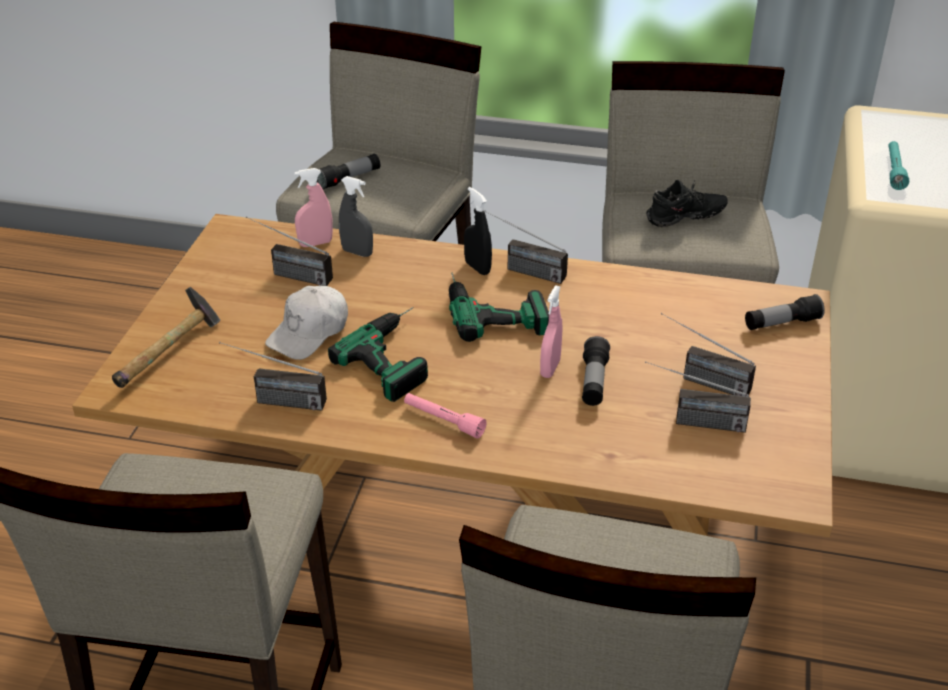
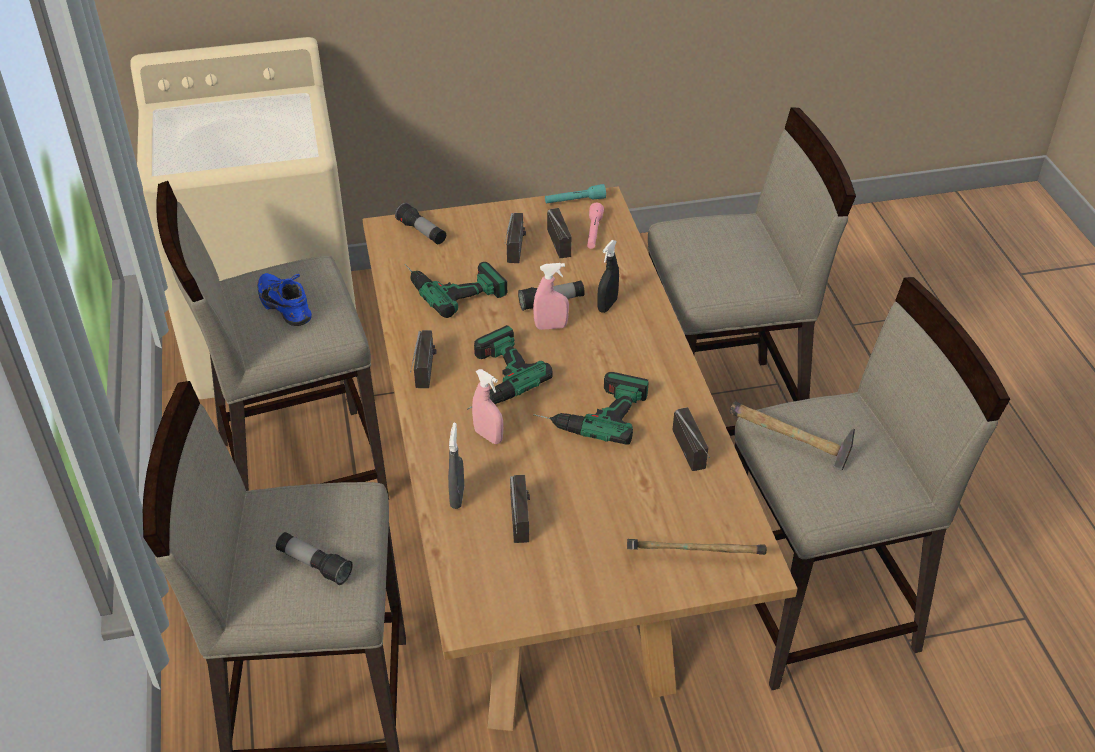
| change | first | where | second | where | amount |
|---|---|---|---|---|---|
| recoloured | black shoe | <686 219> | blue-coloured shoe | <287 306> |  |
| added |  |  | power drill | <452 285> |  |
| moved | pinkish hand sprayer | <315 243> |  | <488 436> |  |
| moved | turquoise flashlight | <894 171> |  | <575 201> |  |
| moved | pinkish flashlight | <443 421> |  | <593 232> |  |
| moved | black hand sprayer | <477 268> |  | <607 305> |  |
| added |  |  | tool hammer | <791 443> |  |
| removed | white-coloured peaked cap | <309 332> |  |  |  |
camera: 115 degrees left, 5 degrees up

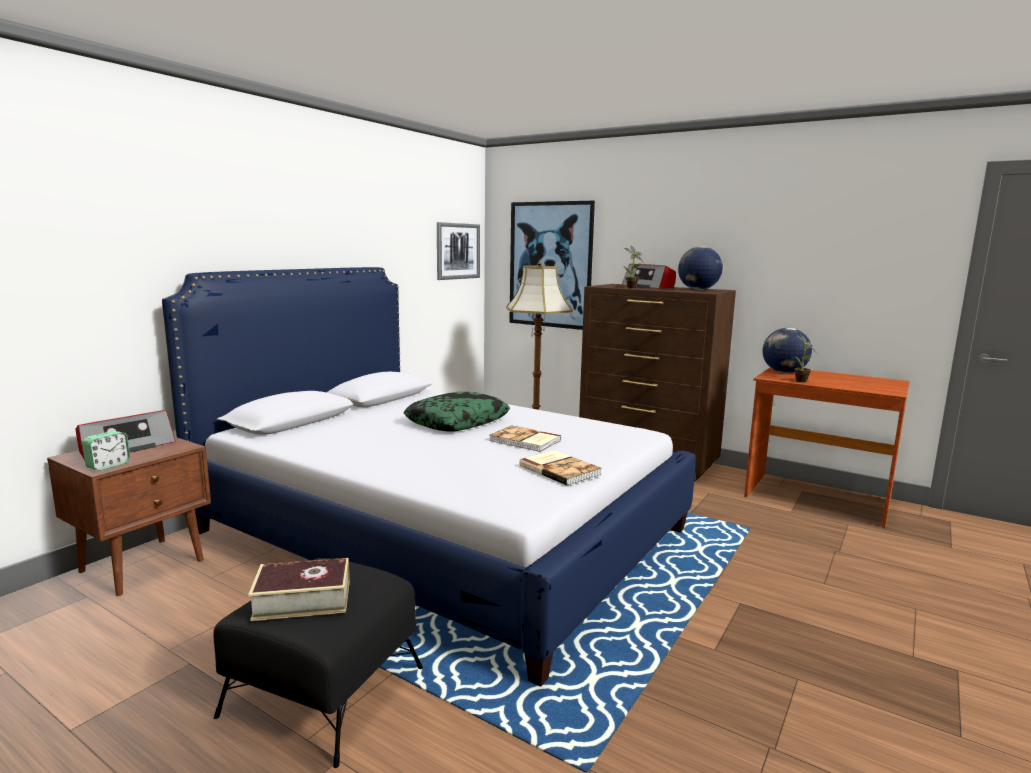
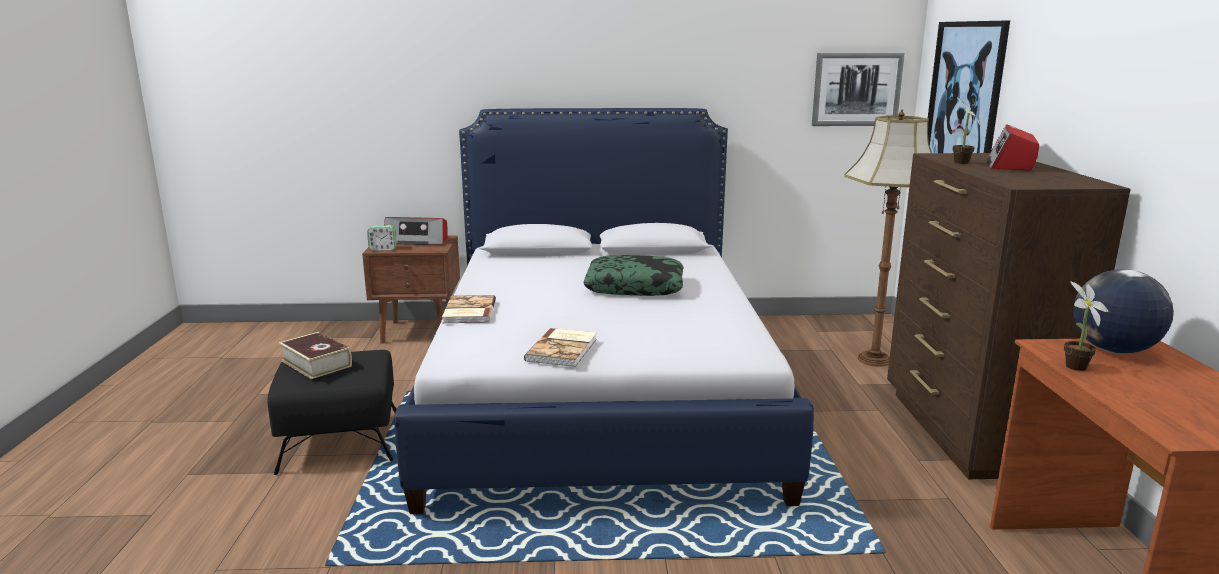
| change | first | where | second | where | amount |
|---|---|---|---|---|---|
| moved | volume | <525 441> |  | <468 312> |  |
| removed | world globe | <698 290> |  |  |  |
camera: 55 degrees right, 5 degrees up

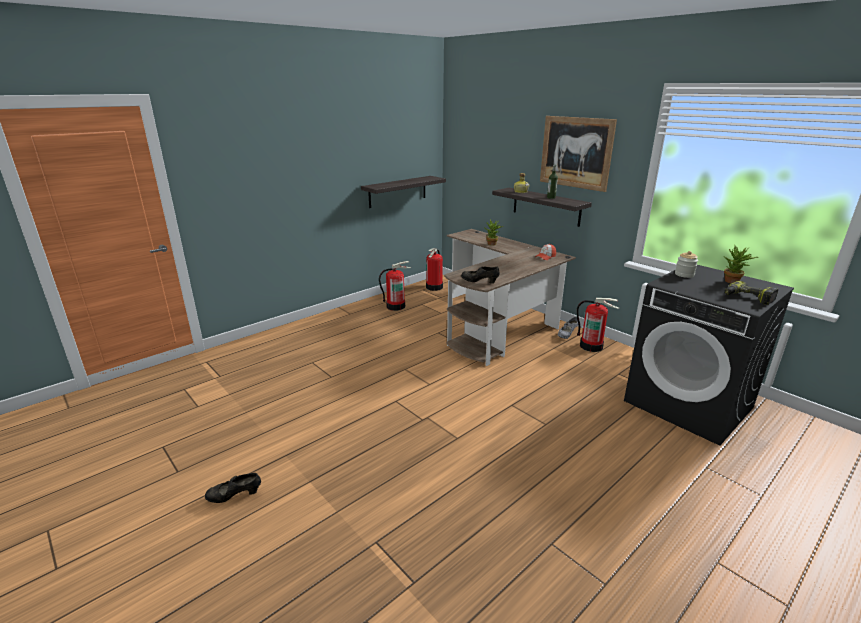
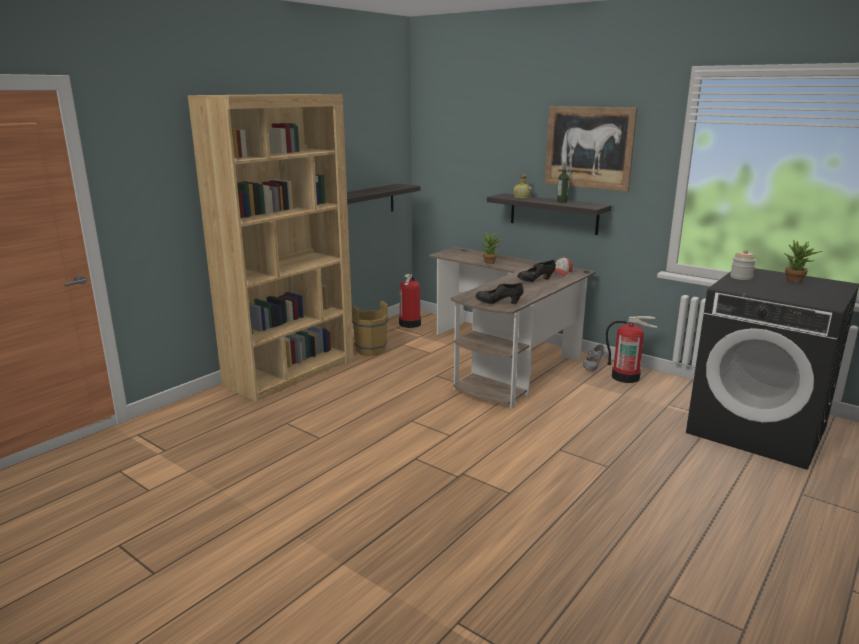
| change | first | where | second | where | amount |
|---|---|---|---|---|---|
| added |  |  | brown-coloured bookshelf | <291 372> |  |
| replaced | extinguisher | <396 306> | brown-coloured pail | <370 349> |  |
| moved | black shoe | <235 496> |  | <535 281> |  |
| removed | power drill | <747 298> |  |  |  |
camera: 10 degrees left, 5 degrees down

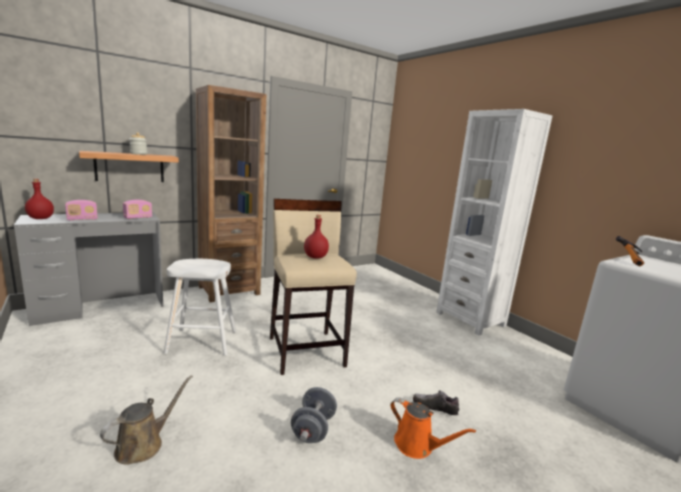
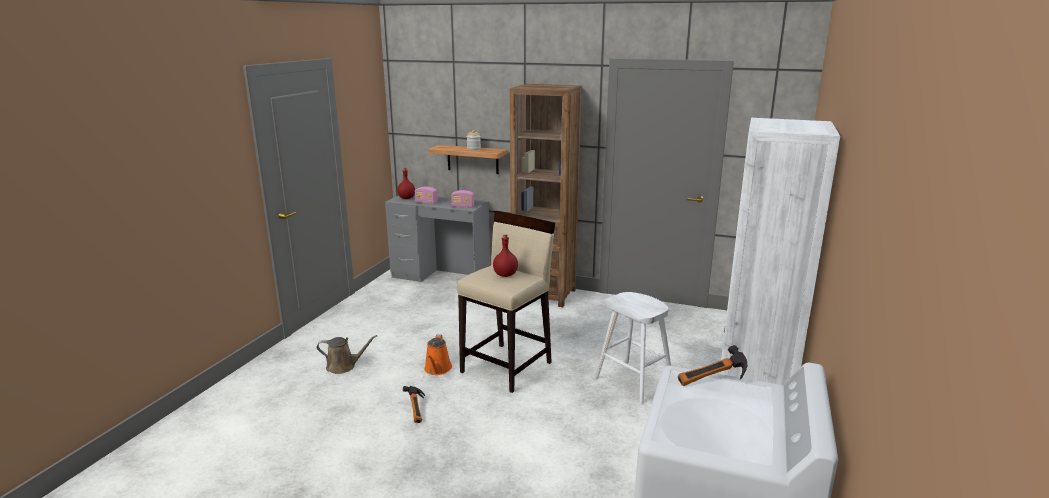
| change | first | where | second | where | amount |
|---|---|---|---|---|---|
| replaced | greyish hand weight | <313 429> | tool hammer | <418 410> |  |
| moved | orange-coloured sprinkling can | <417 445> |  | <437 369> |  |
| moved | white-coloured sitting stool | <201 342> |  | <633 381> |  |
| removed | shoe | <434 407> |  |  |  |
camera: 55 degrees right, 5 degrees up

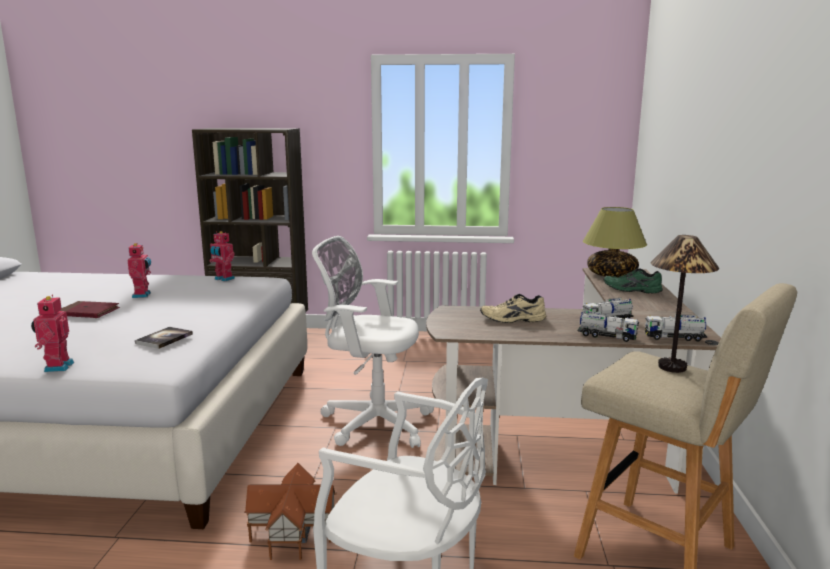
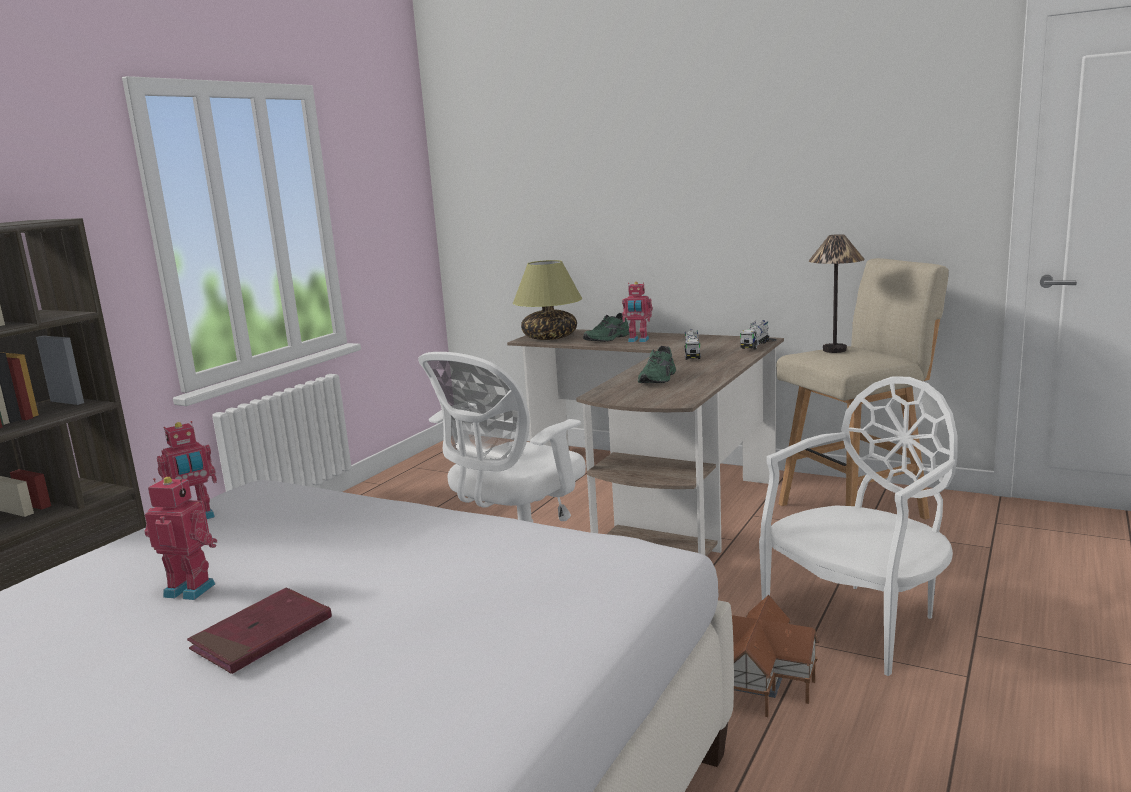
| change | first | where | second | where | amount |
|---|---|---|---|---|---|
| moved | toy robot | <57 367> |  | <638 340> |  |
| recoloured | beige-coloured shoe | <513 319> | green shoe | <659 378> |  |
| removed | volume | <164 339> |  |  |  |
| removed | toy lorry | <607 336> |  |  |  |
camera: 65 degrees left, 0 degrees up

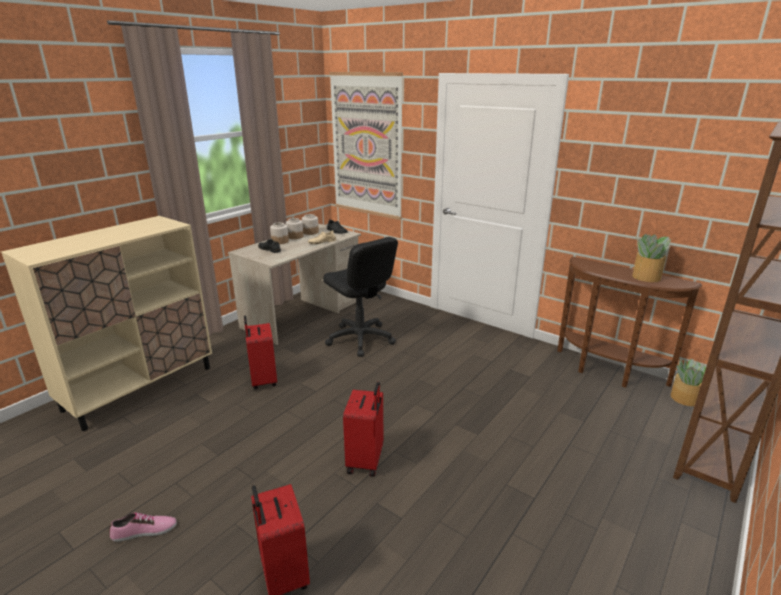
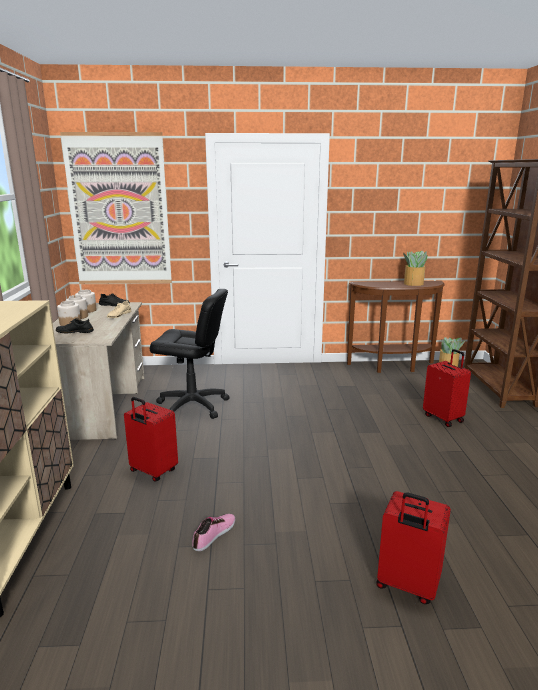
| change | first | where | second | where | amount |
|---|---|---|---|---|---|
| moved | shoe | <144 531> |  | <214 534> |  |
| moved | red piece of luggage | <366 461> |  | <443 418> |  |
camera: 40 degrees left, 5 degrees down

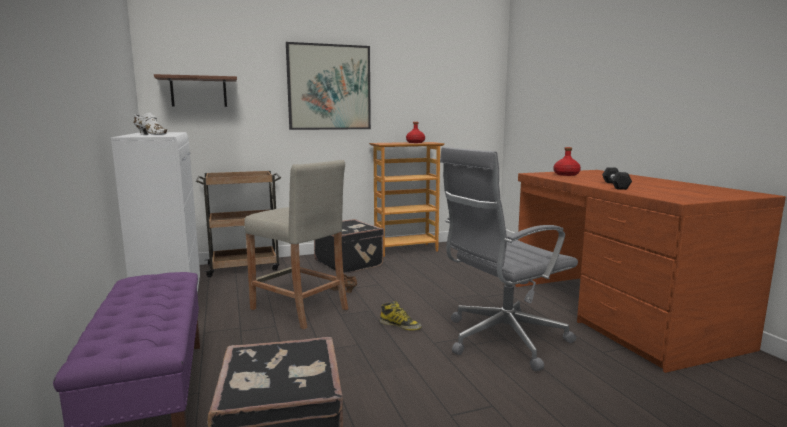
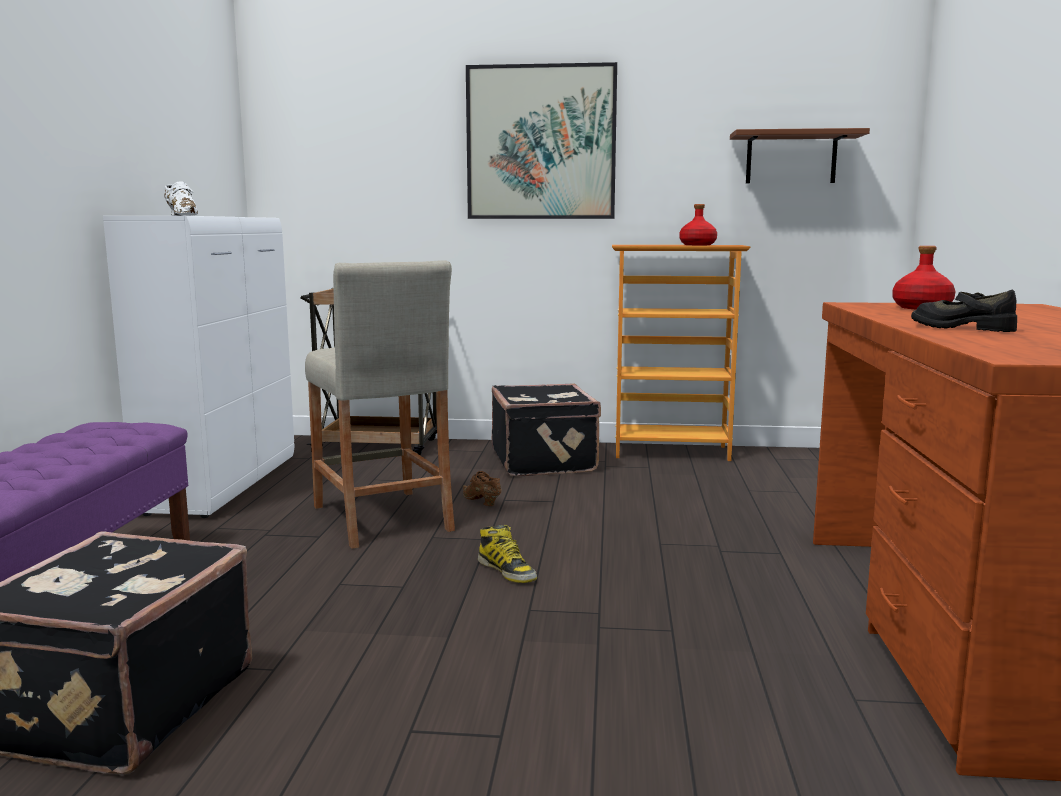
| change | first | where | second | where | amount |
|---|---|---|---|---|---|
| moved | brown-coloured shelf | <198 92> |  | <791 158> |  |
| replaced | black hand weight | <615 185> | black shoe | <962 327> |  |
| removed | greyish office chair | <501 339> |  |  |  |
camera: 25 degrees right, 0 degrees up

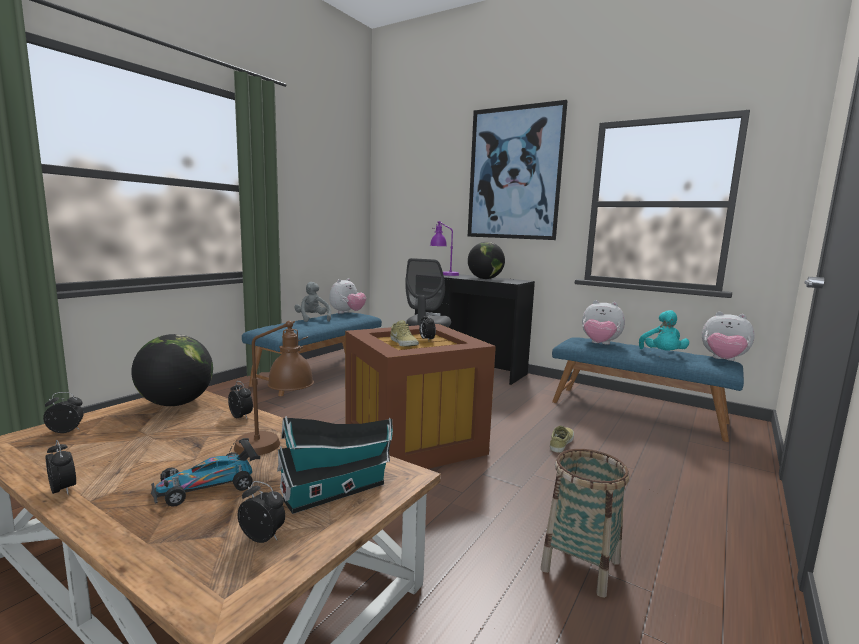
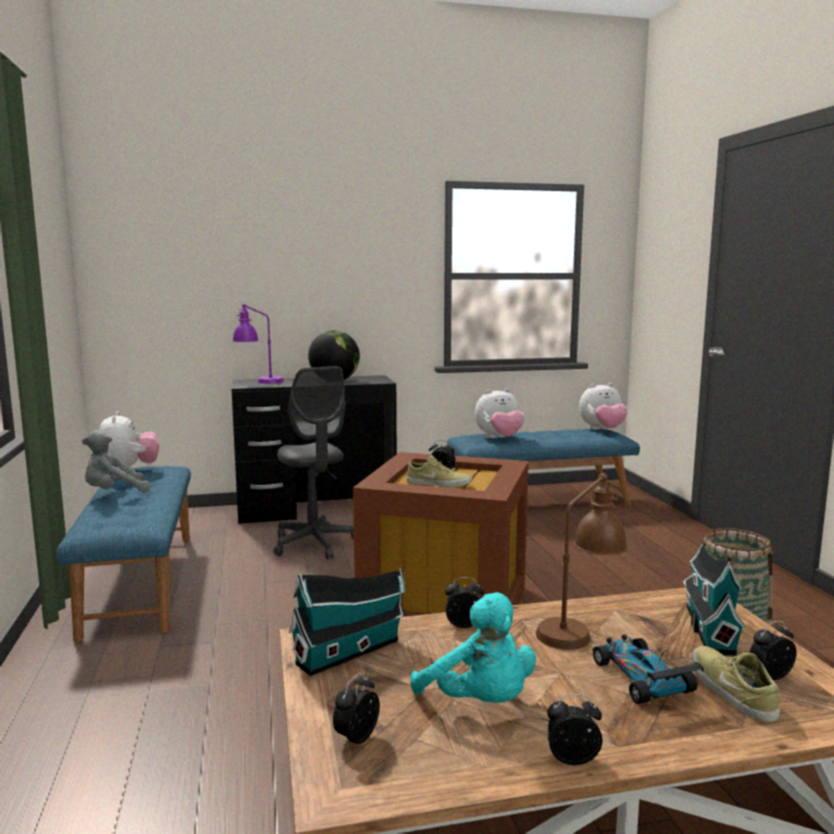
| change | first | where | second | where | amount |
|---|---|---|---|---|---|
| turned | greyish cuddly toy | <312 319> |  | <114 493> | 45 degrees counterclockwise |
| replaced | world globe | <176 403> | model house | <351 651> |  |
| moved | turquoise cuddly toy | <662 354> |  | <480 702> |  |
| turned | toy car | <208 485> |  | <641 678> | 150 degrees clockwise |
| moved | beige-coloured shoe | <560 443> |  | <730 690> |  |
| removed | wall art | <514 173> |  |  |  |
camera: 45 degrees left, 0 degrees up

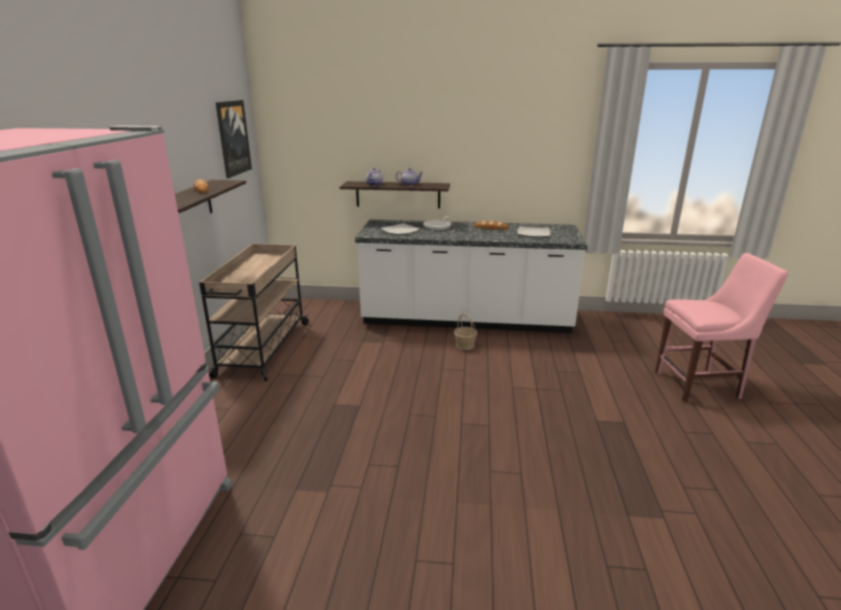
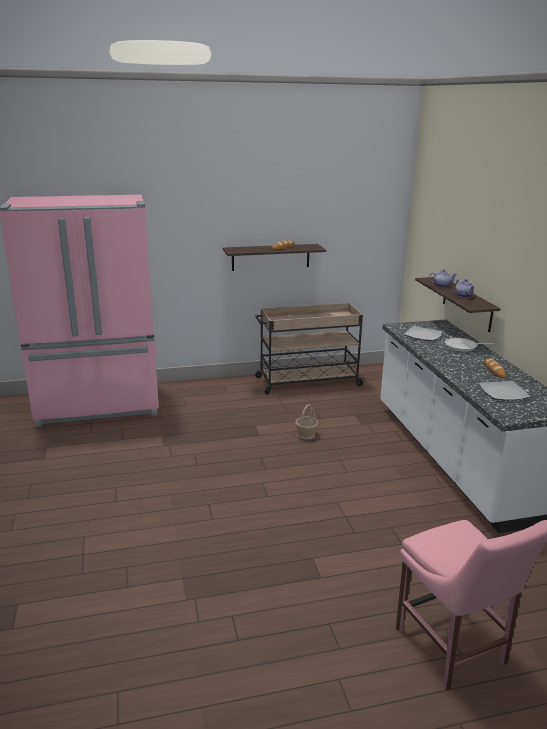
| change | first | where | second | where | amount |
|---|---|---|---|---|---|
| moved | storage basket | <465 345> |  | <306 434> |  |
| removed | wall art | <233 138> |  |  |  |
camera: 70 degrees right, 0 degrees up

